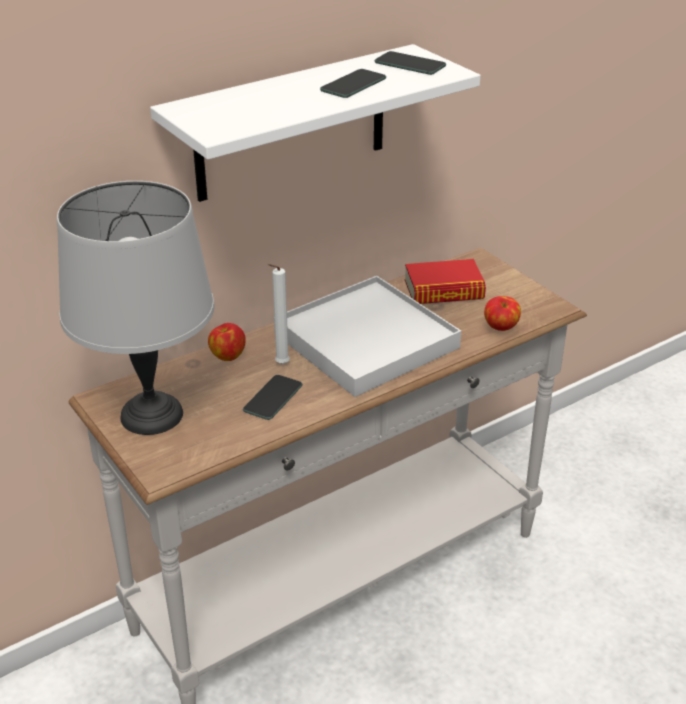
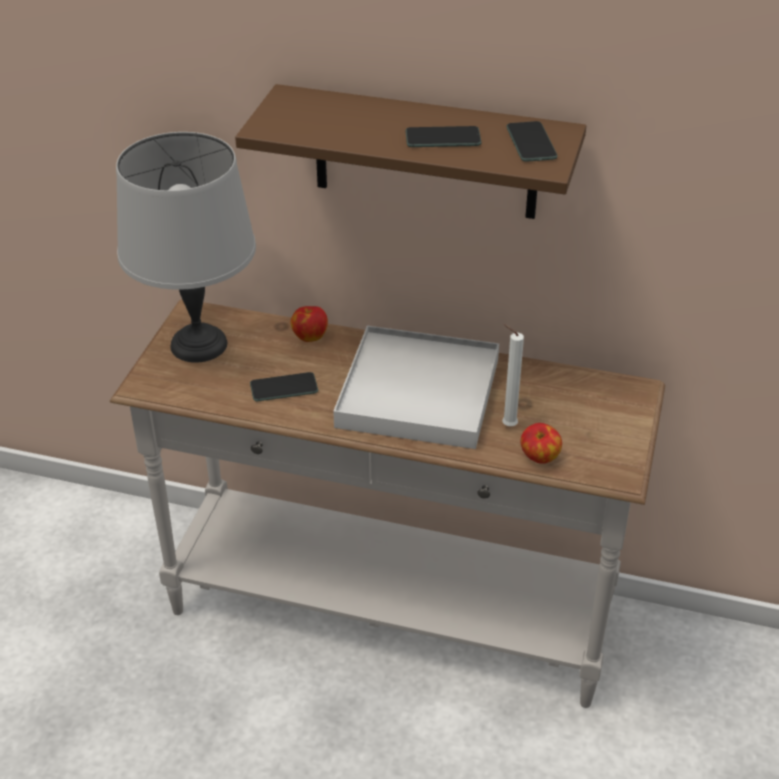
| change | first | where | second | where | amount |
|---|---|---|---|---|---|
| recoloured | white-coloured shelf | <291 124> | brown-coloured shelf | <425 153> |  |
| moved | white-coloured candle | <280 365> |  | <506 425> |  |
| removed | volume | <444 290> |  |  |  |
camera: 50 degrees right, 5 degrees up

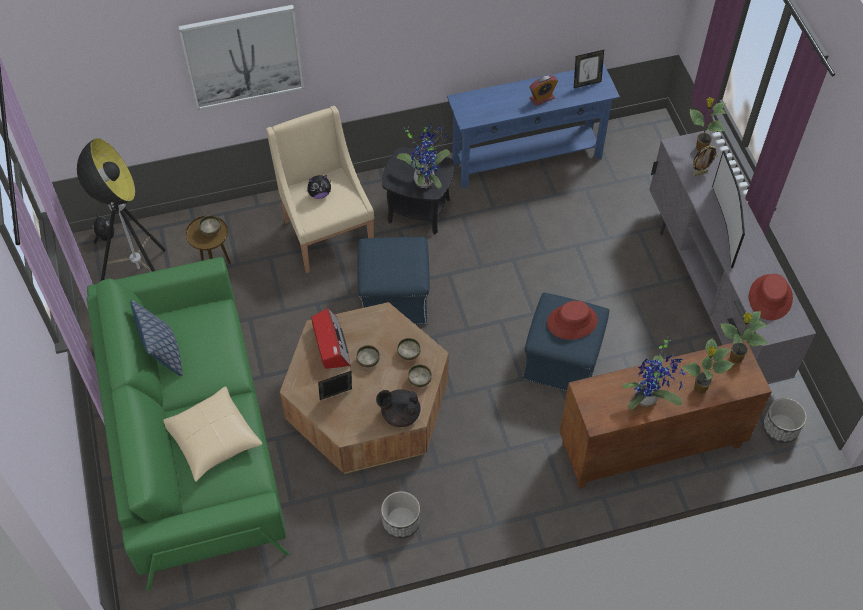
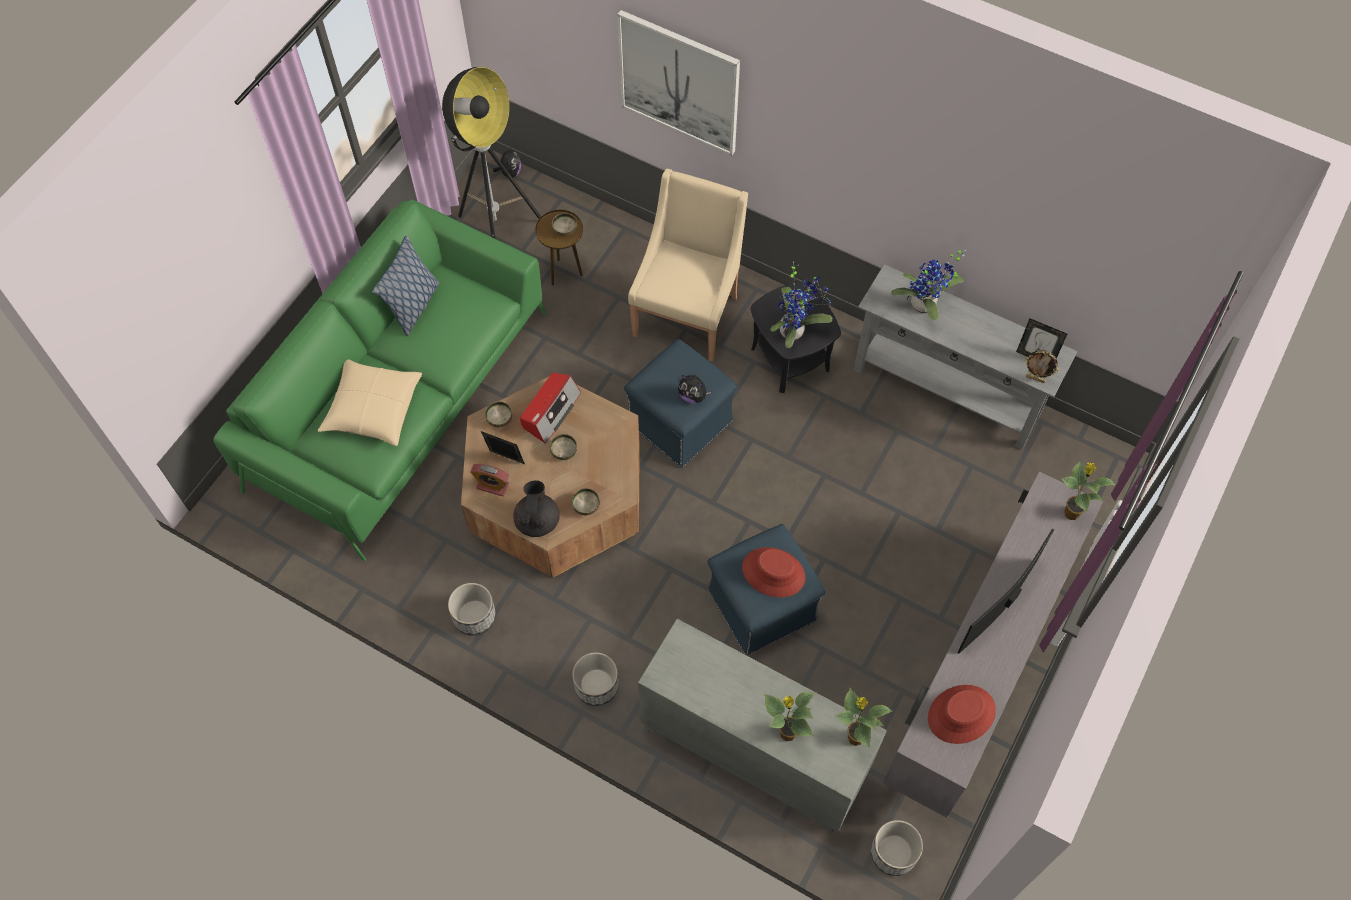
| change | first | where | second | where | amount |
|---|---|---|---|---|---|
| moved | table clock | <542 98> |  | <492 486> |  |
| moved | deep dish | <409 353> |  | <500 419> |  |
| turned | black teapot | <400 414> |  | <537 520> | 45 degrees clockwise |
| added |  |  | flower pot | <596 686> |  |
| recoloured | brown-coloured storage cabinet | <650 446> | greyish storage cabinet | <751 753> |  |
| moved | cuddly toy | <319 194> |  | <693 396> |  |
| recoloured | blue-coloured narrow table | <526 159> | greyish narrow table | <946 391> |  |
| moved | houseplant | <649 398> |  | <924 307> |  |
| moved | standing frame | <700 173> |  | <1035 378> |  |
camera: 45 degrees right, 5 degrees up

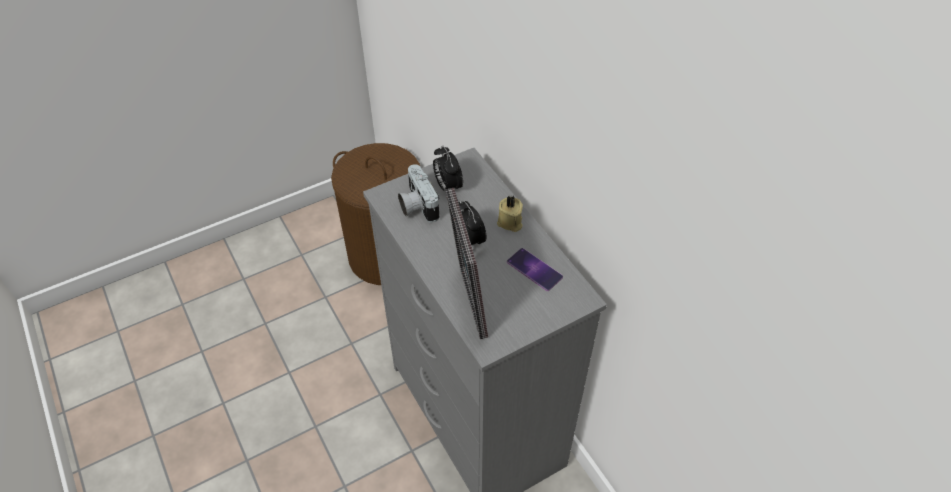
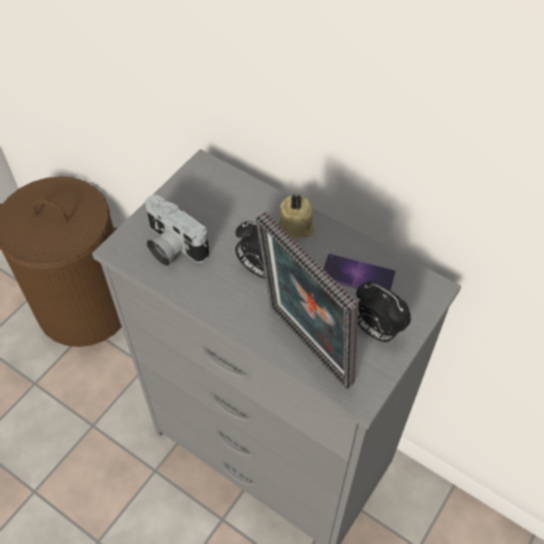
| change | first | where | second | where | amount |
|---|---|---|---|---|---|
| moved | table clock | <447 186> |  | <376 330> |  |
camera: 25 degrees left, 5 degrees up

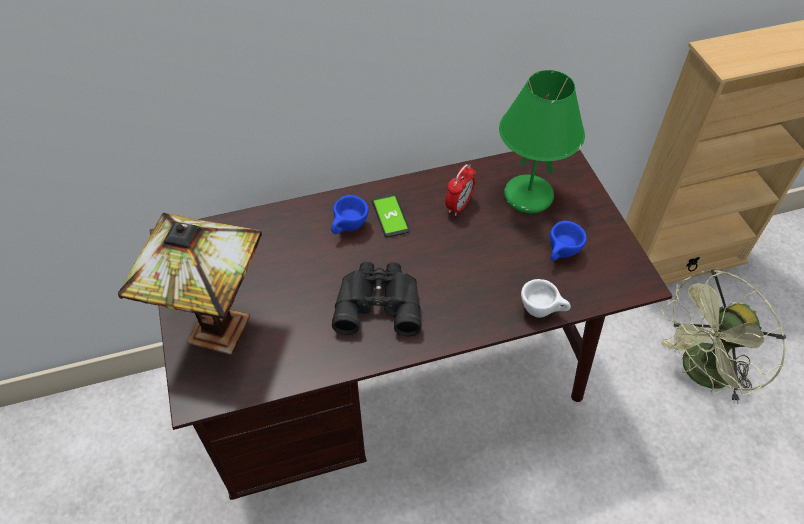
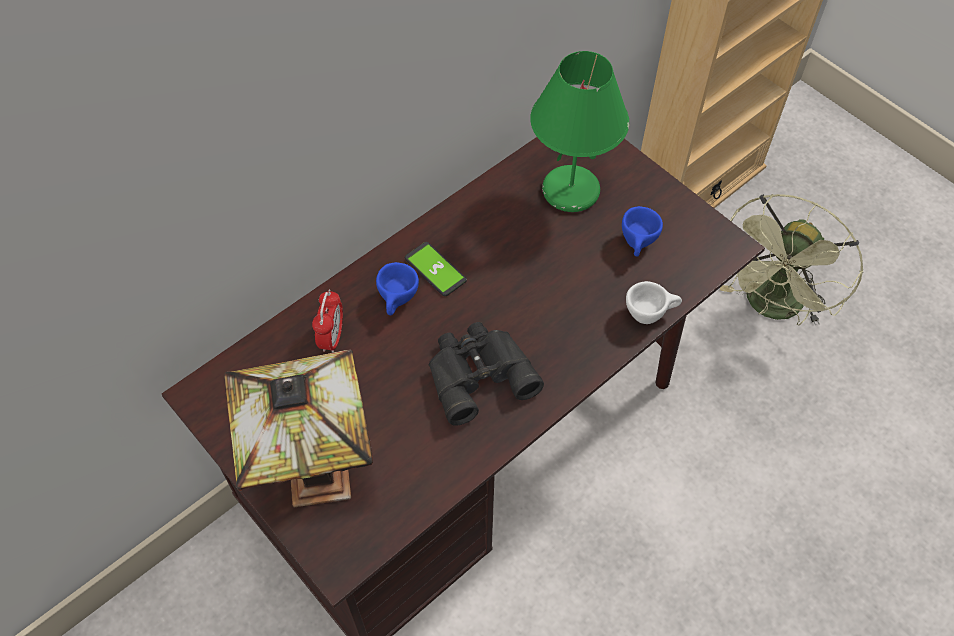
| change | first | where | second | where | amount |
|---|---|---|---|---|---|
| moved | table clock | <459 206> |  | <332 337> |  |
camera: 25 degrees left, 5 degrees up

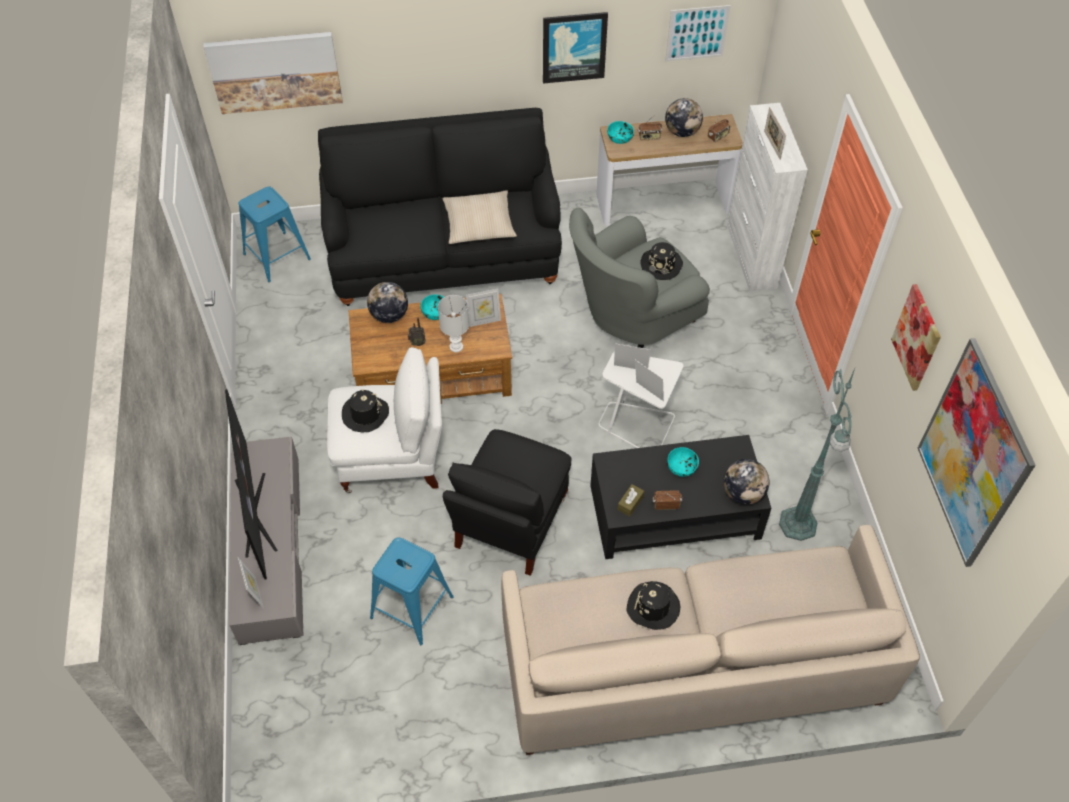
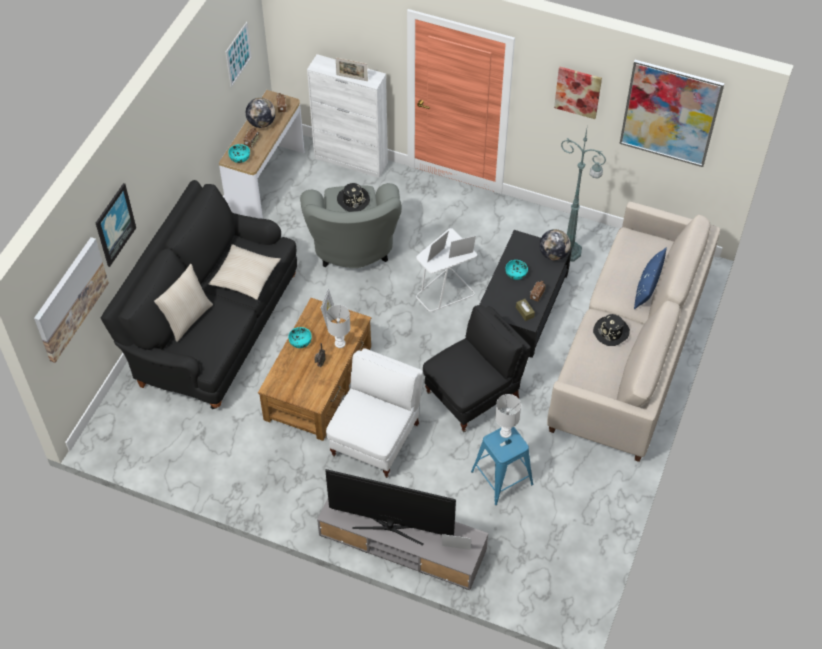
| change | first | where | second | where | amount |
|---|---|---|---|---|---|
| moved | wall art | <574 47> |  | <114 224> |  |
| added |  |  | beige-coloured cushion | <187 318> |  |
| turned | black easy chair | <510 523> |  | <473 395> | 90 degrees counterclockwise |
| added |  |  | white-coloured tabletop lamp | <506 433> |  |
| added |  |  | blue-coloured cushion | <647 287> |  |
| removed | blue-coloured sitting stool | <277 257> |  |  |  |
| removed | black wearable hat | <365 414> |  |  |  |
| removed | world globe | <389 315> |  |  |  |
camera: 60 degrees left, 0 degrees up

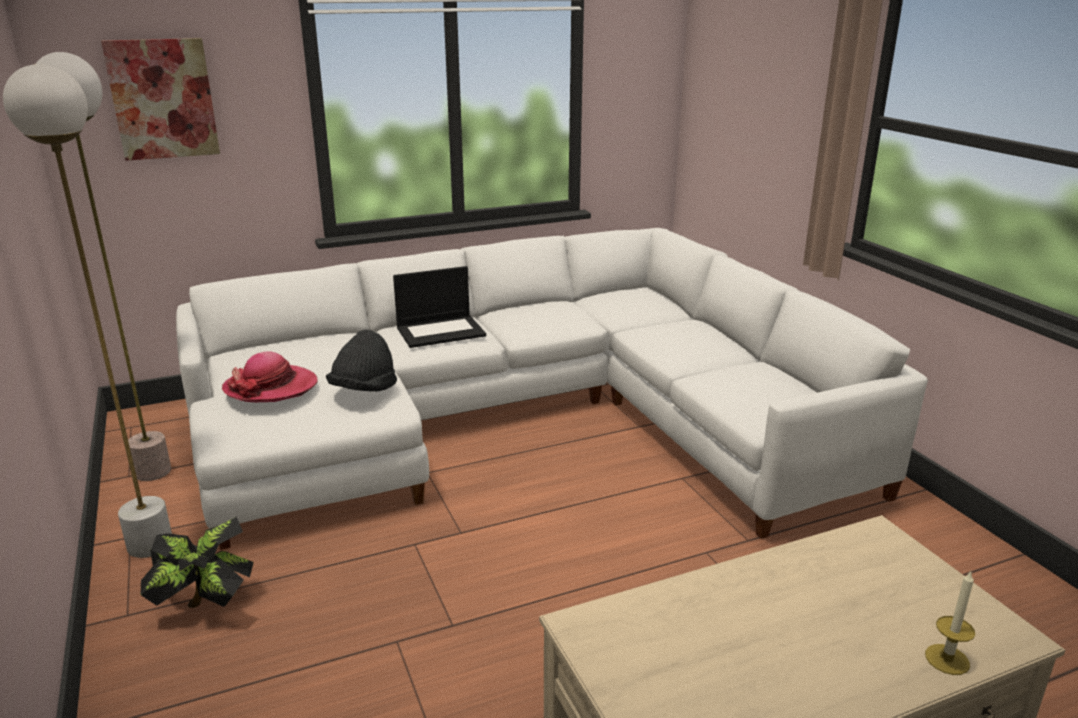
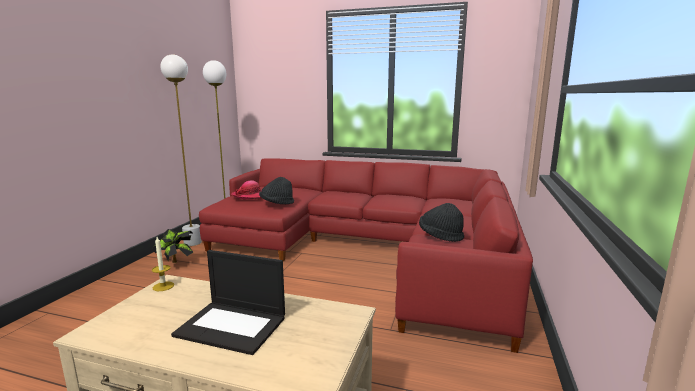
| change | first | where | second | where | amount |
|---|---|---|---|---|---|
| moved | candle | <947 659> |  | <163 286> |  |
| moved | laptop | <441 331> |  | <233 326> |  |
| recoloured | white-coloured settee | <525 421> | red settee | <369 249> |  |
| added |  |  | black wearable hat | <440 236> |  |
| removed | wall art | <163 99> |  |  |  |
camera: 40 degrees right, 10 degrees down

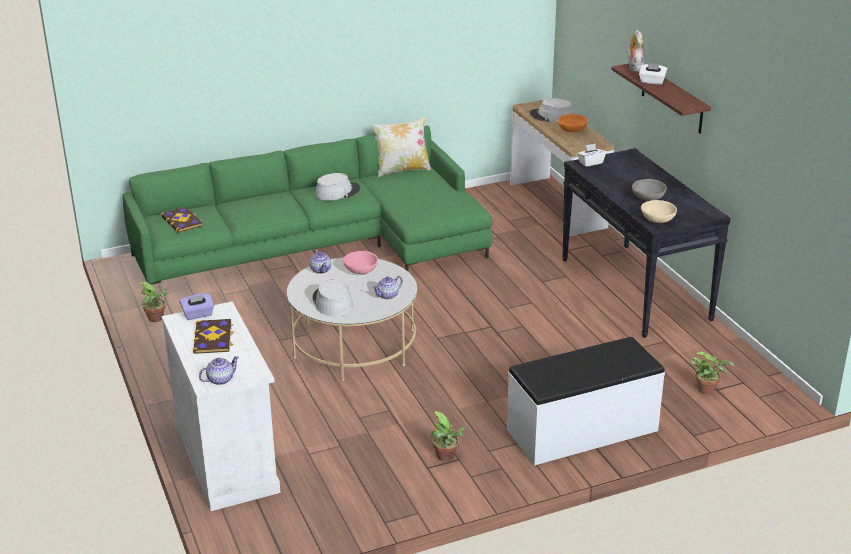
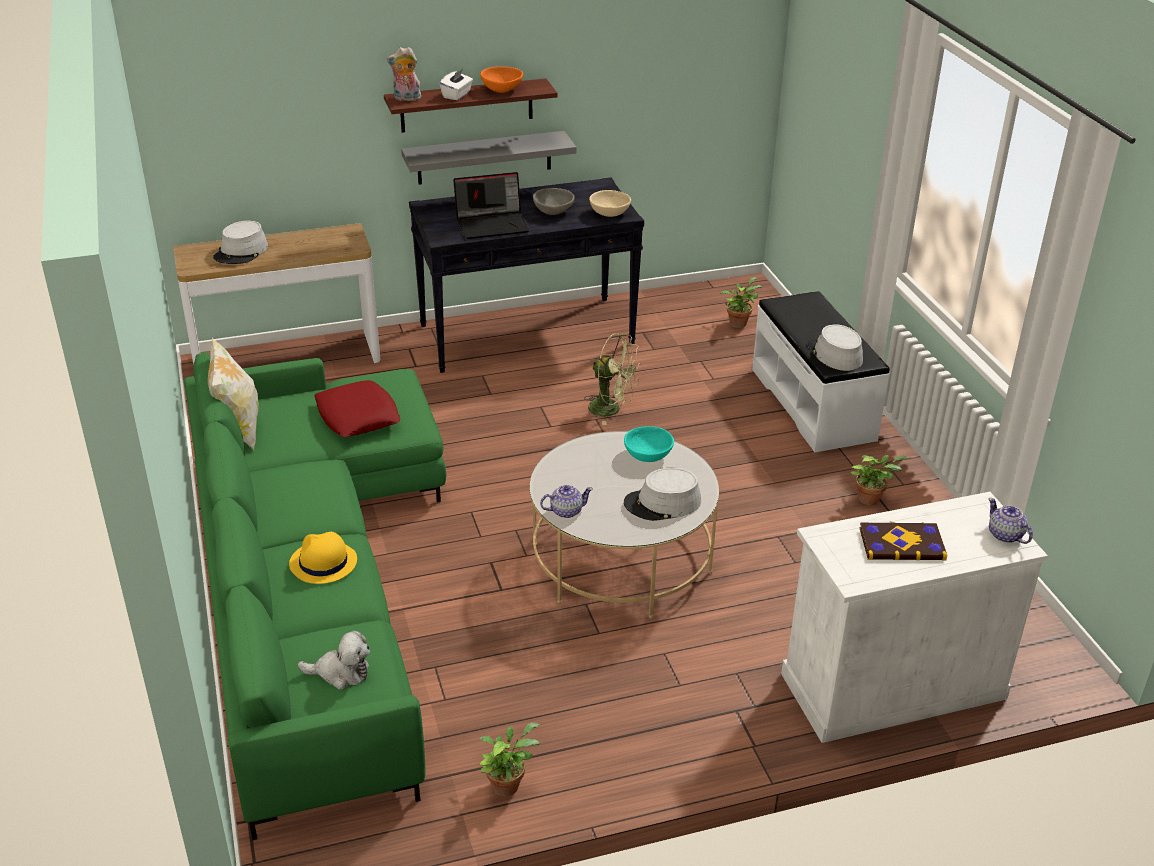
| change | first | where | second | where | amount |
|---|---|---|---|---|---|
| added |  |  | yellowish wearable hat | <323 563> |  |
| replaced | volume | <182 221> | cuddly toy | <340 672> |  |
| added |  |  | red cushion | <357 416> |  |
| added |  |  | greyish shelf | <484 158> |  |
| added |  |  | laptop | <493 224> |  |
| moved | orange-coloured deep dish | <572 130> |  | <501 90> |  |
| added |  |  | green electric fan | <611 409> |  |
| replaced | teapot | <388 295> | turquoise deep dish | <648 455> |  |
| moved | greyish wearable hat | <337 192> |  | <834 353> |  |
| removed | purplish tissue holder | <198 314> |  |  |  |
| removed | pinkish deep dish | <361 271> |  |  |  |
| removed | white-coloured tissue holder | <590 163> |  |  |  |
camera: 85 degrees left, 5 degrees up

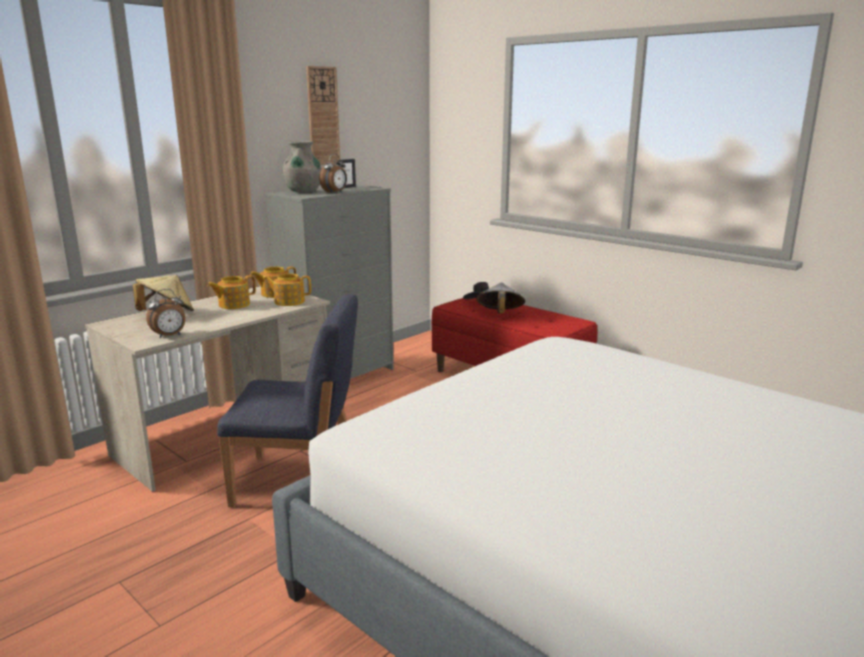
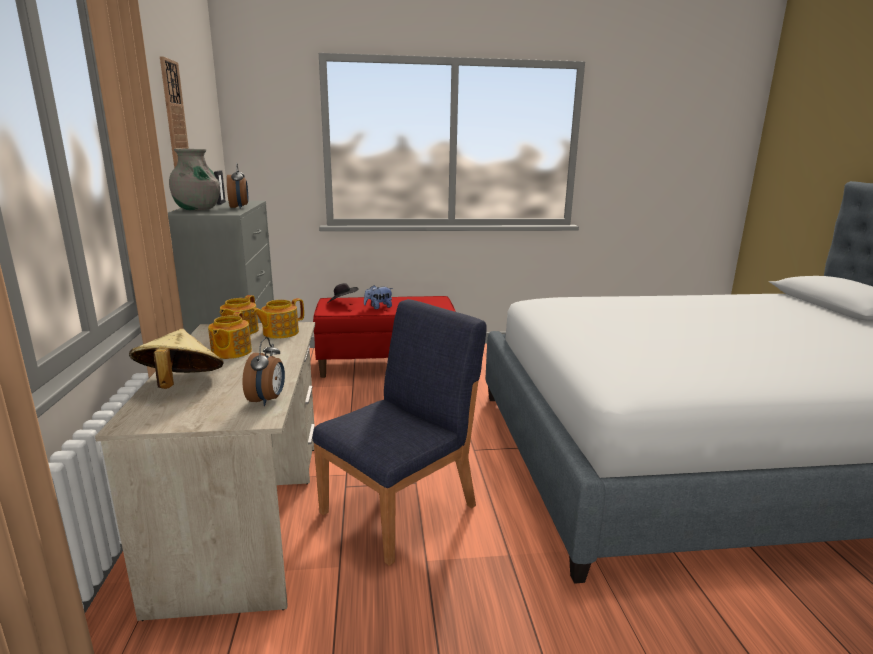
| change | first | where | second | where | amount |
|---|---|---|---|---|---|
| replaced | greyish wearable hat | <499 314> | cuddly toy | <378 307> |  |
camera: 50 degrees left, 0 degrees up

